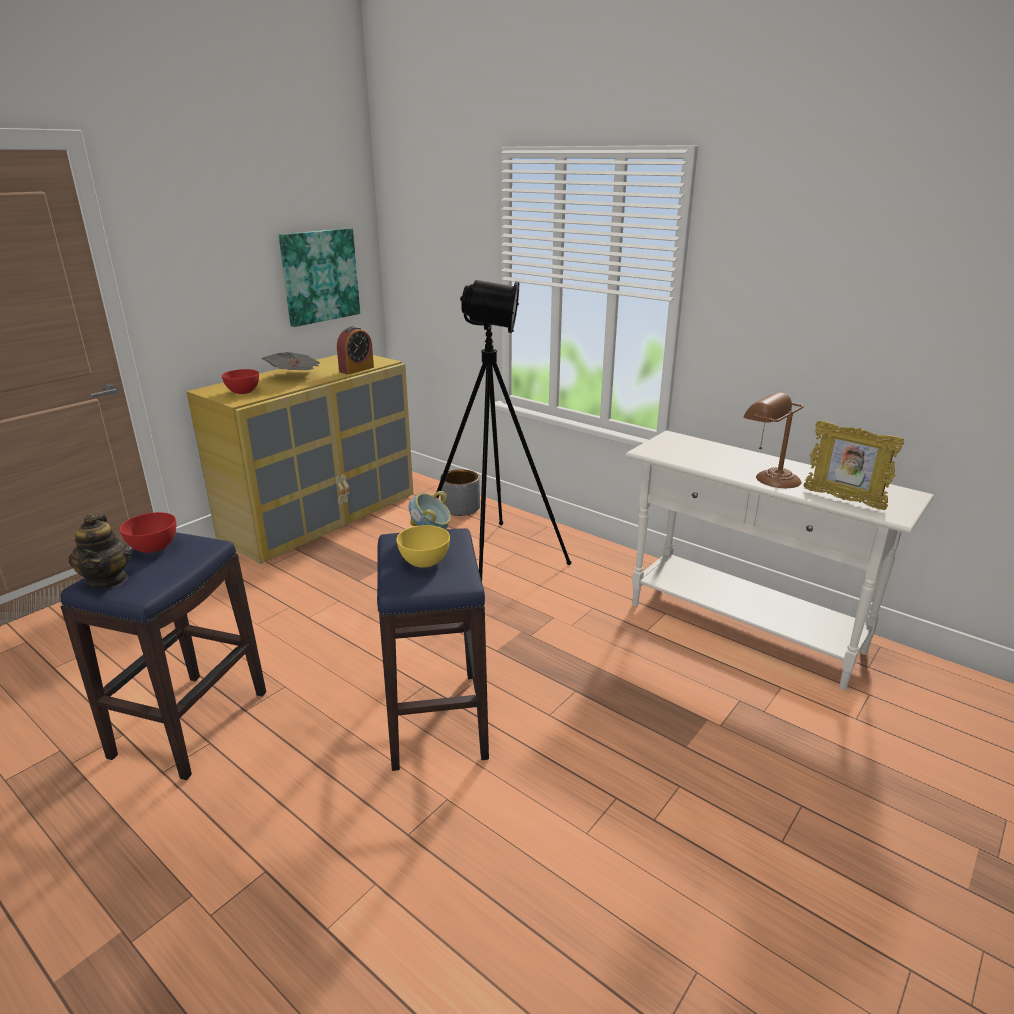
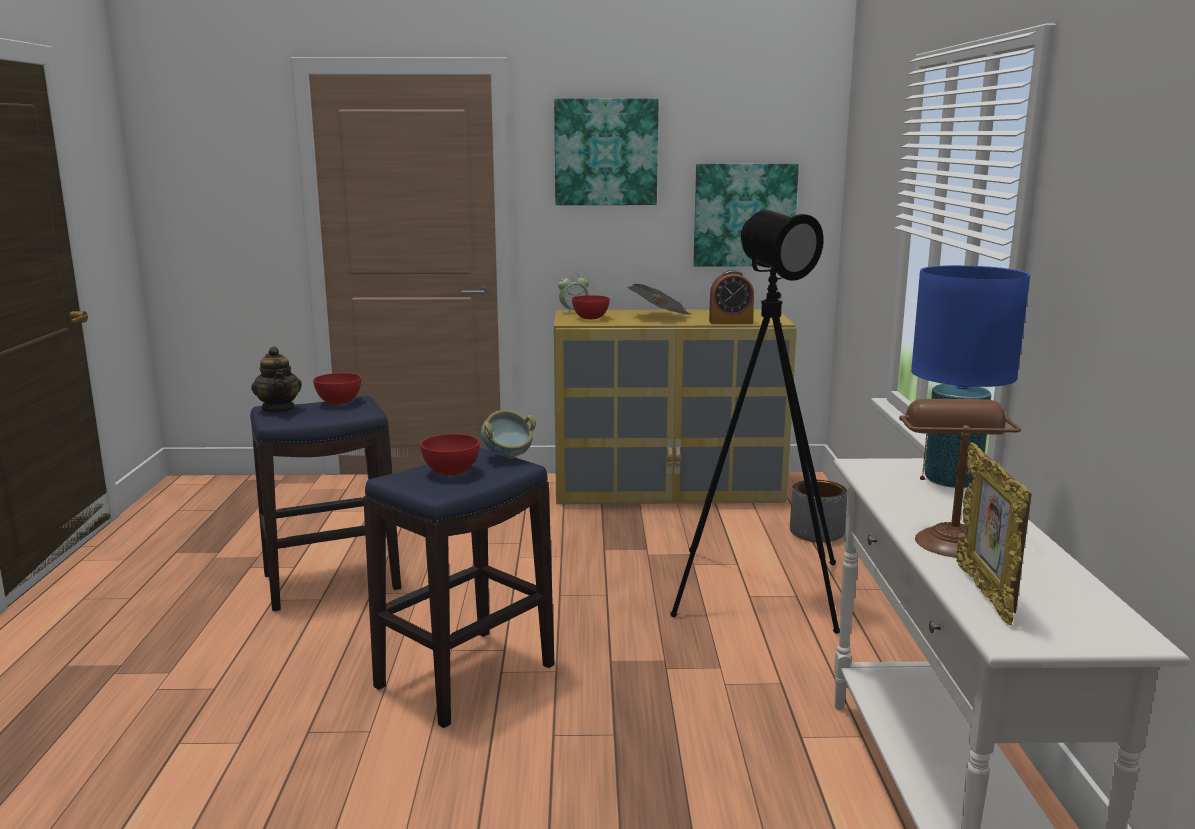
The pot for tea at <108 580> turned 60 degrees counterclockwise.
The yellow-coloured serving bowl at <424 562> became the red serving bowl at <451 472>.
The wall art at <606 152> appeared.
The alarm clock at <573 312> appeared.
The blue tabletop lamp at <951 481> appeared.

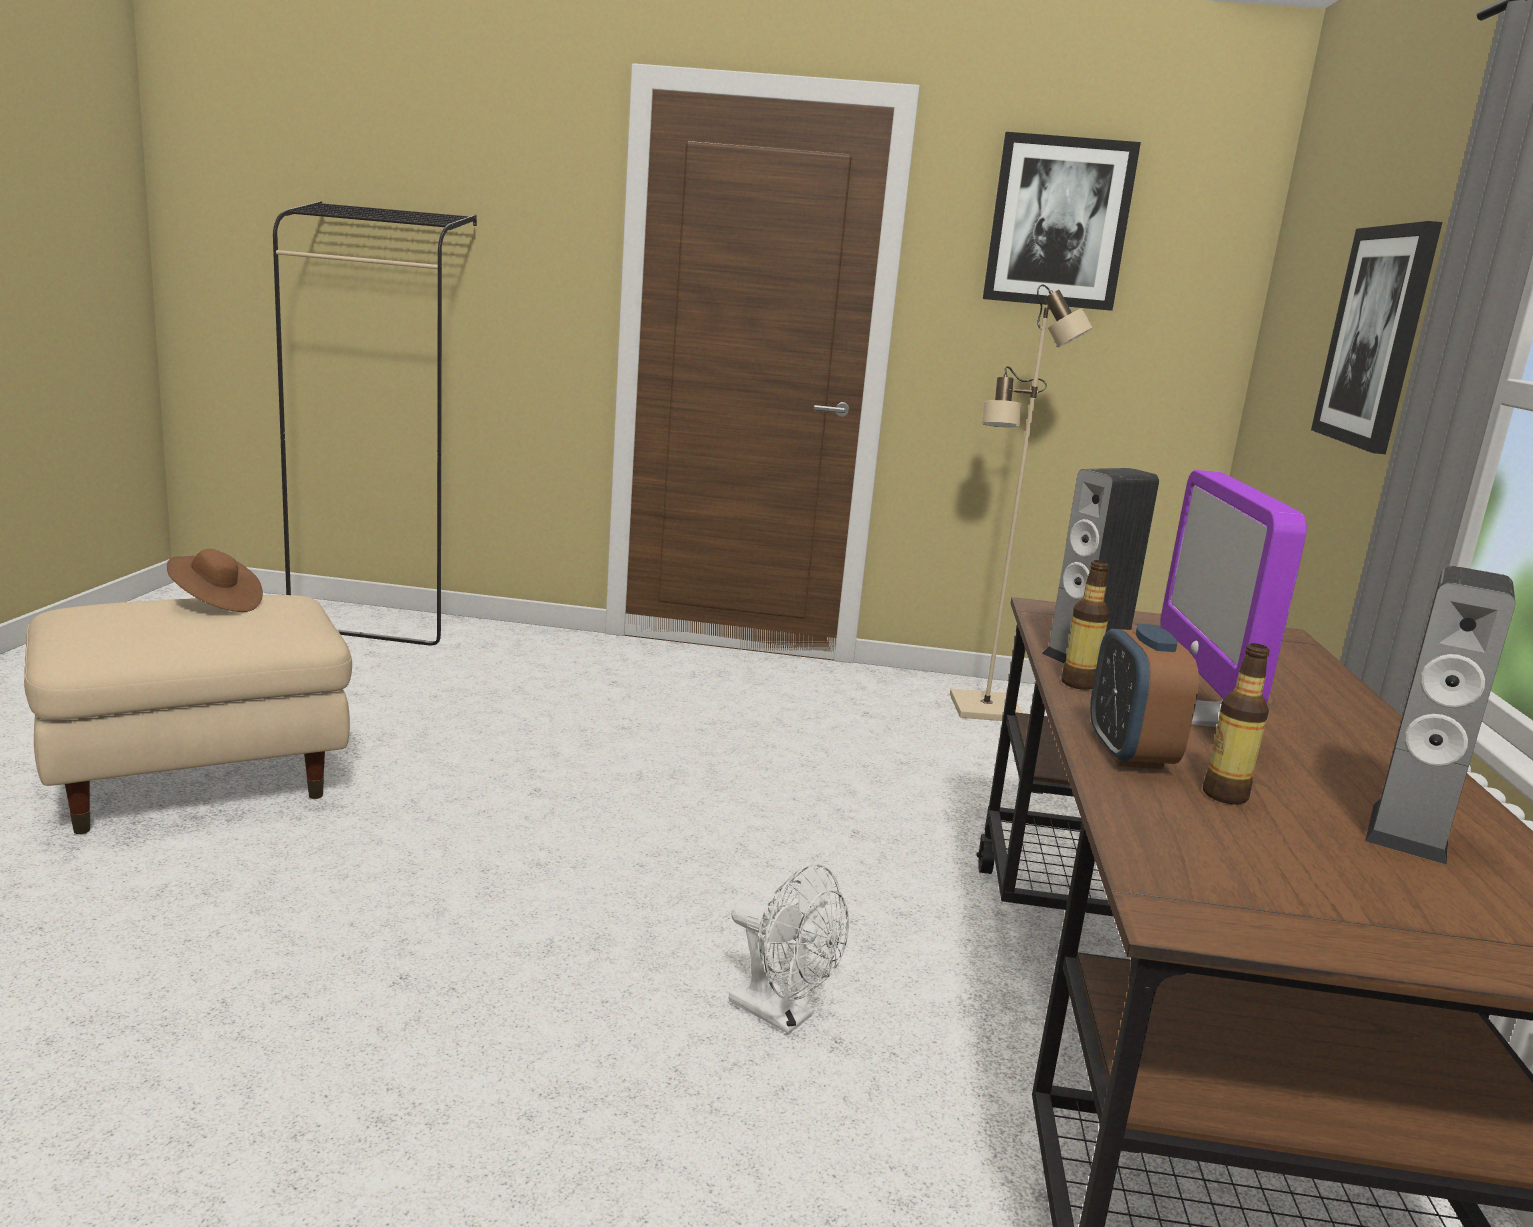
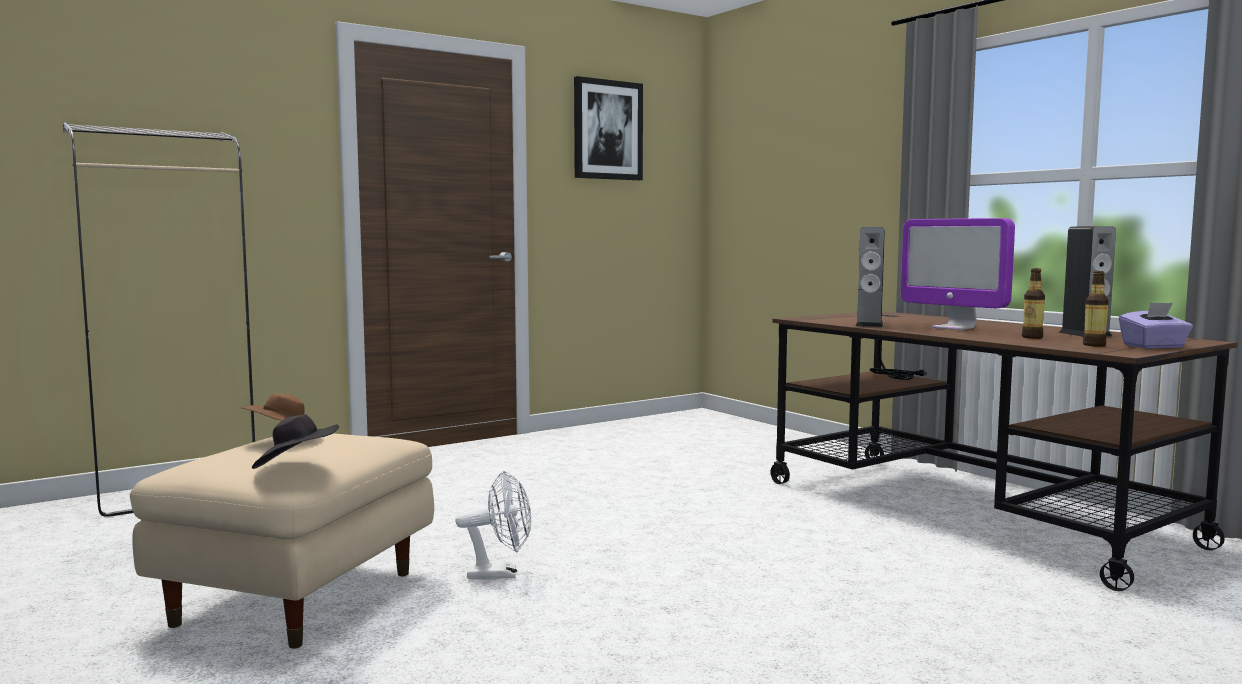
The black clothing hat at <297 468> appeared.
The white fan moved from <782 1014> to <500 573>.
The bottle moved from <1078 683> to <1094 345>.
The purple tissue box at <1154 346> appeared.
The sand-coloured standard lamp at <985 708> disappeared.
The alarm clock at <1129 753> disappeared.
The wall art at <1376 337> disappeared.

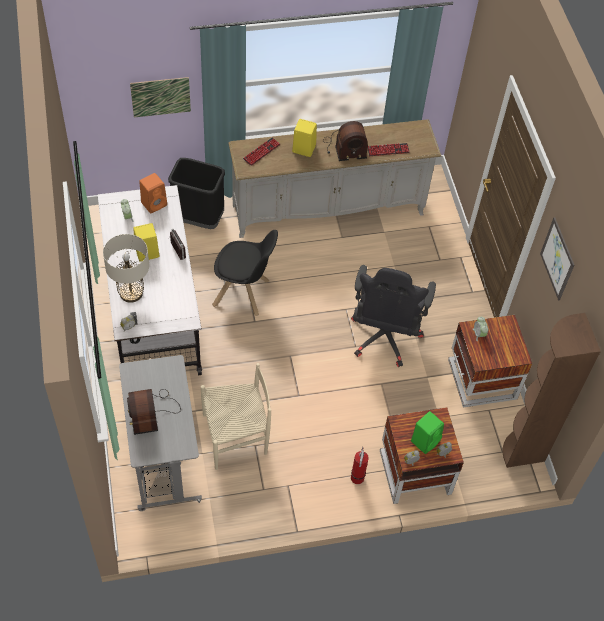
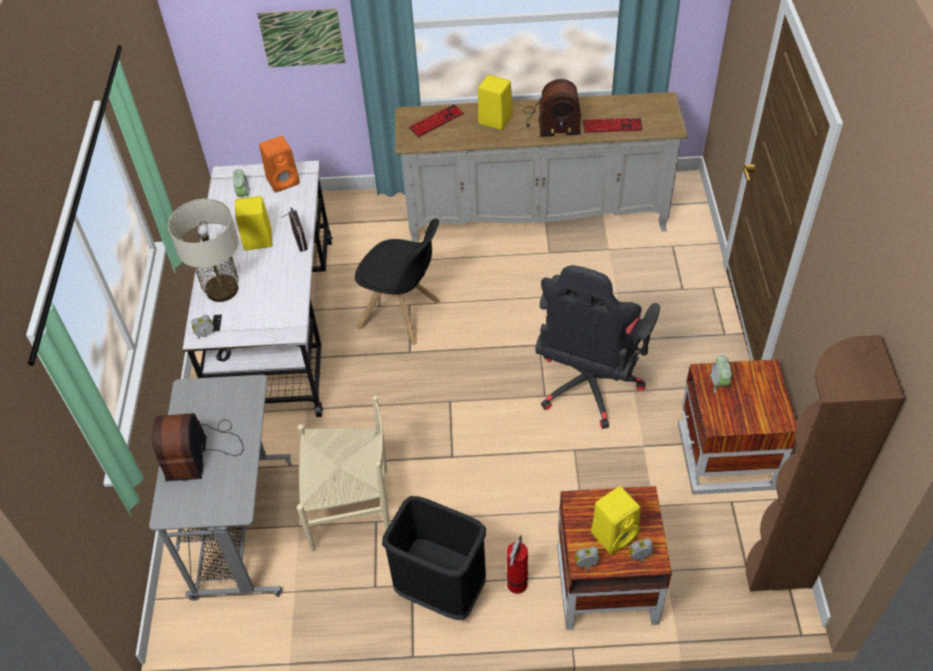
The black trash can moved from <198 219> to <440 591>.
The green loudspeaker at <425 440> became the yellow-coloured loudspeaker at <614 533>.
The wall art at <557 259> disappeared.

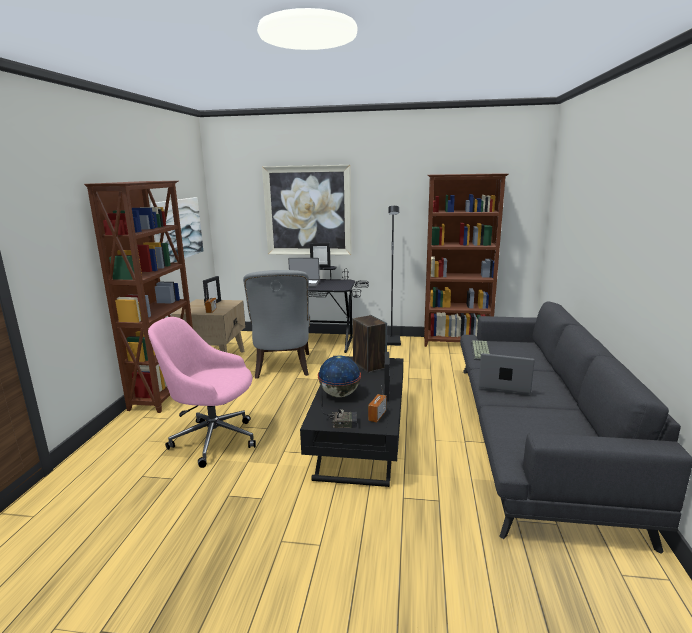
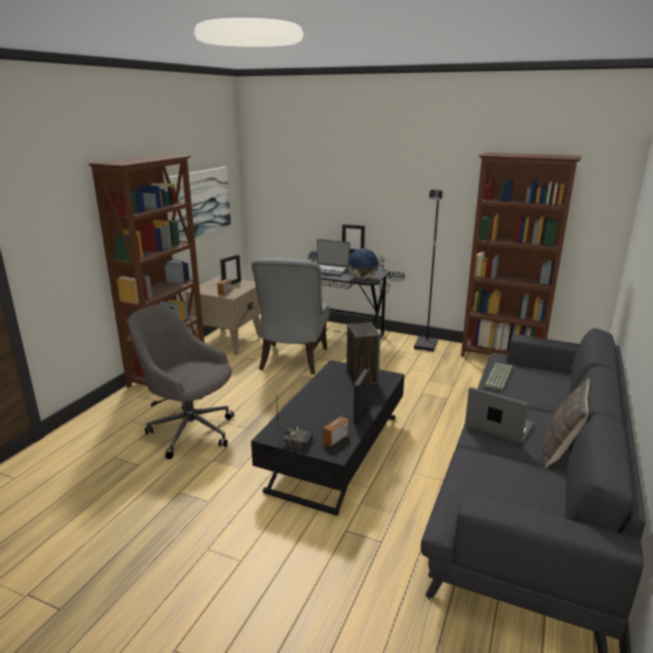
The pinkish office chair at <213 440> became the gray office chair at <190 432>.
The desk globe moved from <339 395> to <362 278>.
The pillow at <560 451> appeared.
The wall art at <308 211> disappeared.

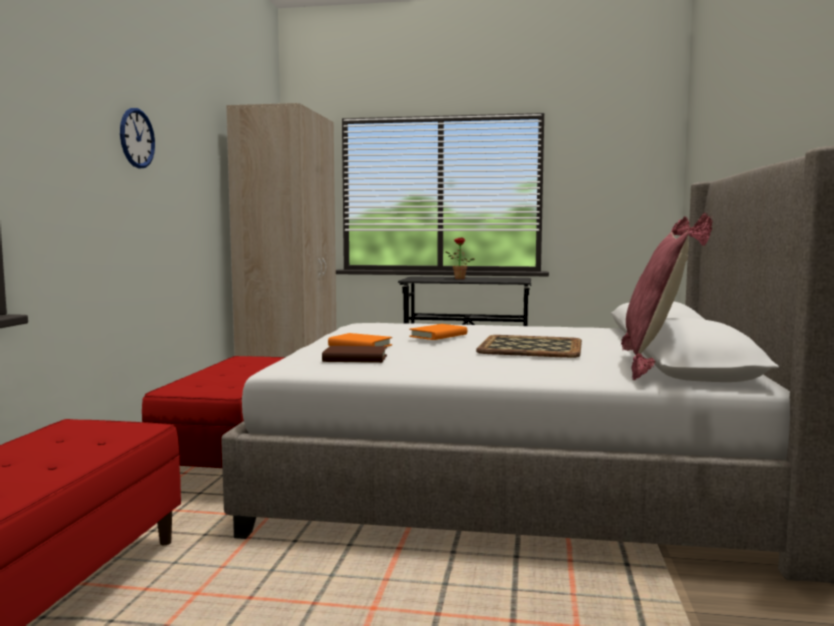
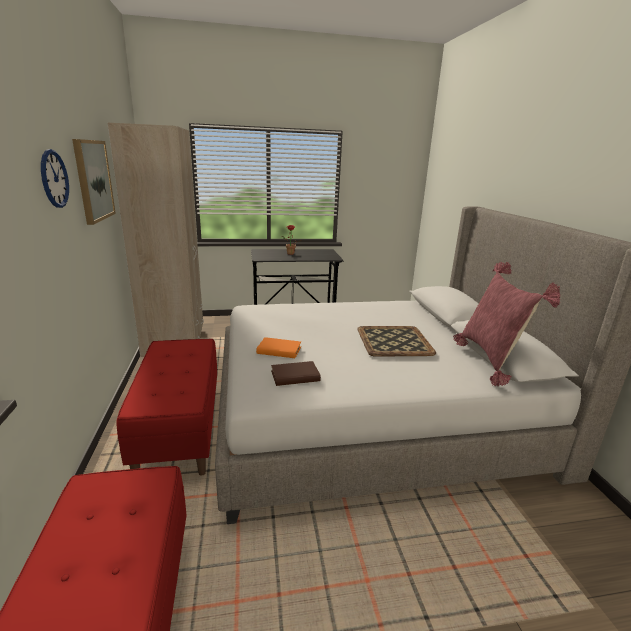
The wall art at <93 180> appeared.
The orange-coloured book at <438 335> disappeared.

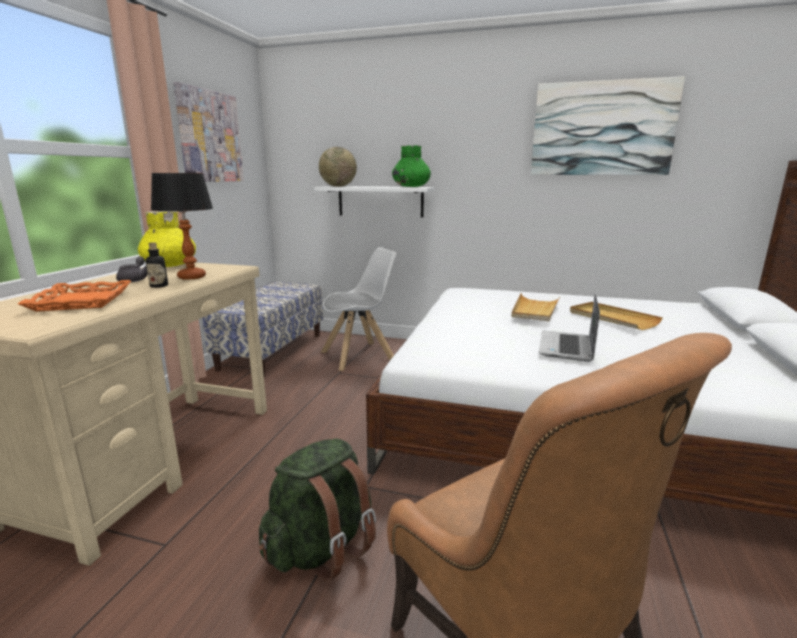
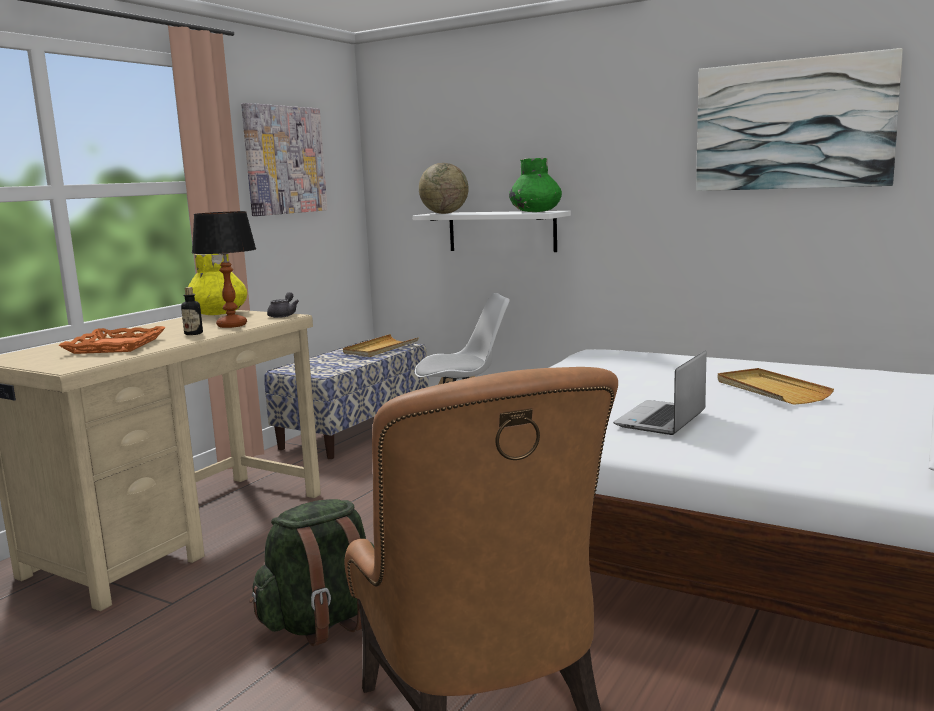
The gray pot for tea moved from <135 279> to <283 315>.
The sand-coloured tray moved from <534 310> to <380 348>.

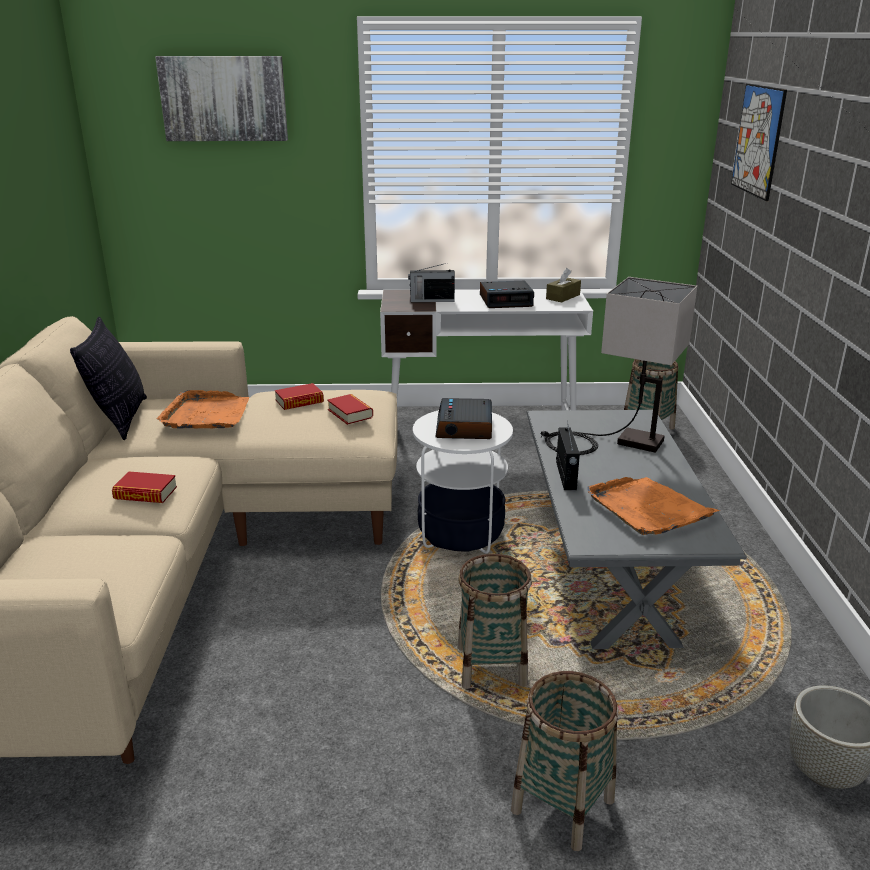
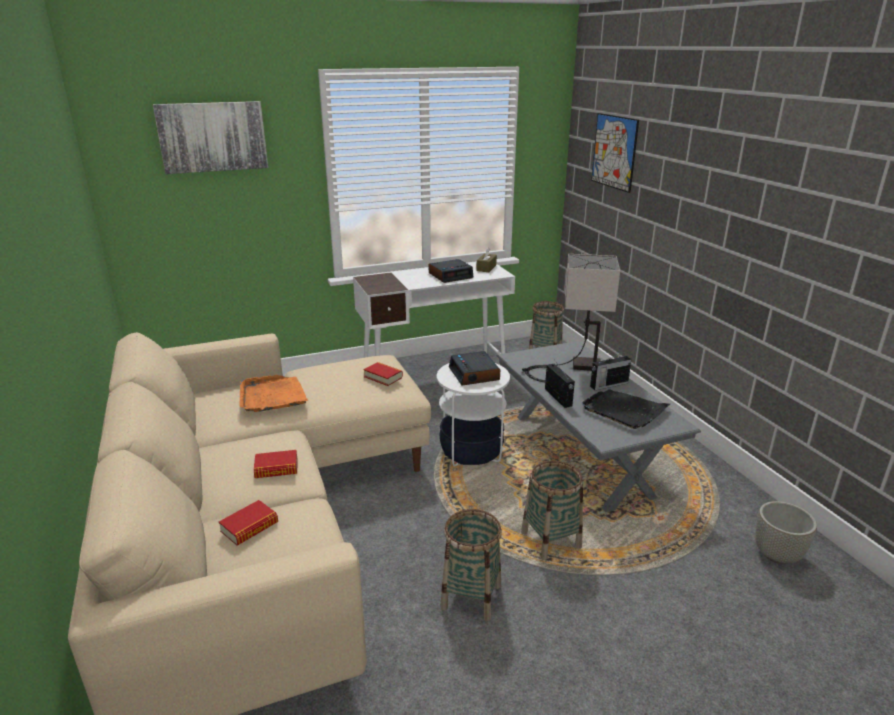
The book moved from <299 401> to <249 527>.
The household basket moved from <562 805> to <471 596>.
The orange-coloured tray at <648 509> became the black tray at <624 411>.
The radio moved from <431 300> to <608 385>.
The pillow at <120 419> disappeared.

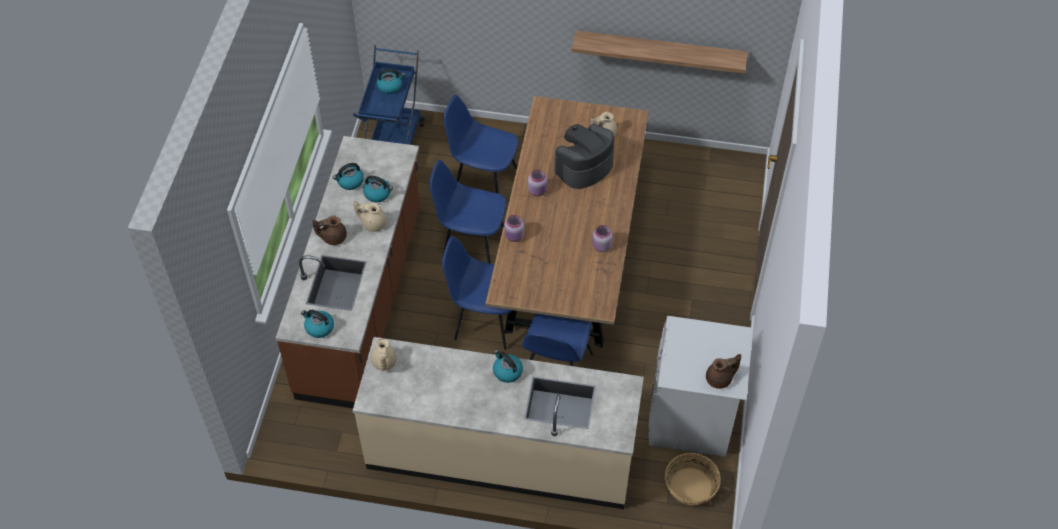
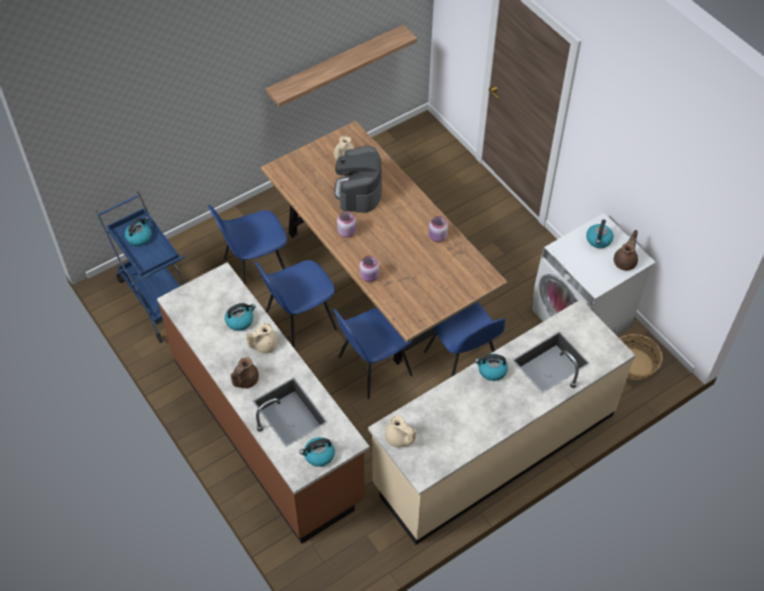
The kettle moved from <350 182> to <598 240>.

